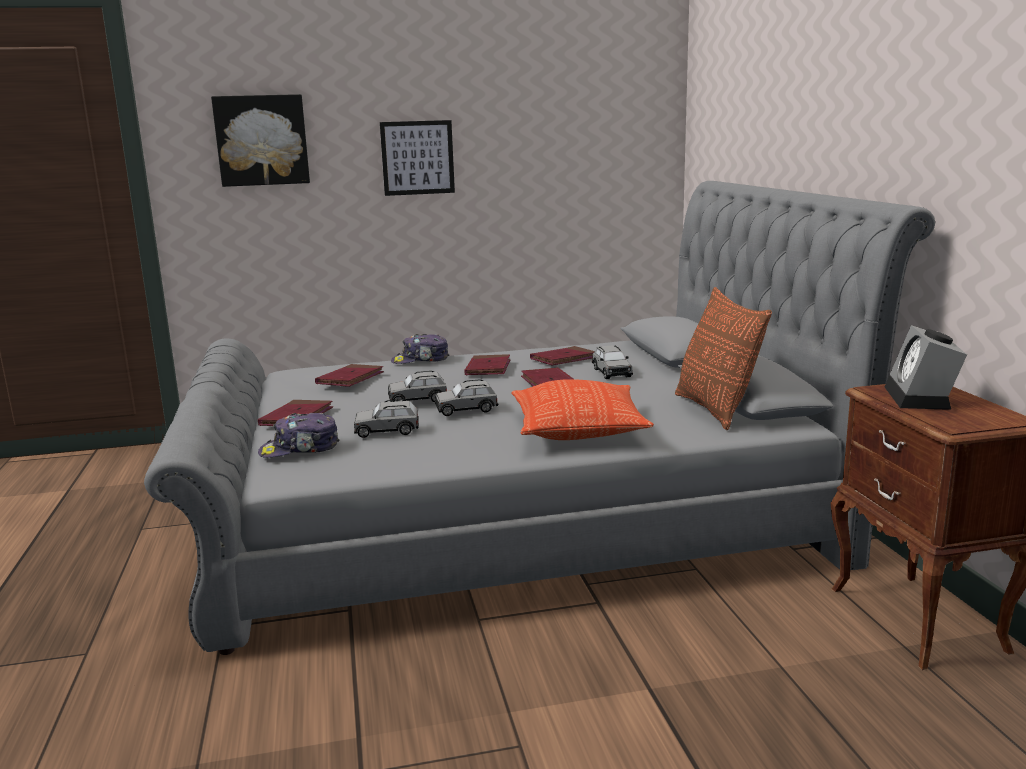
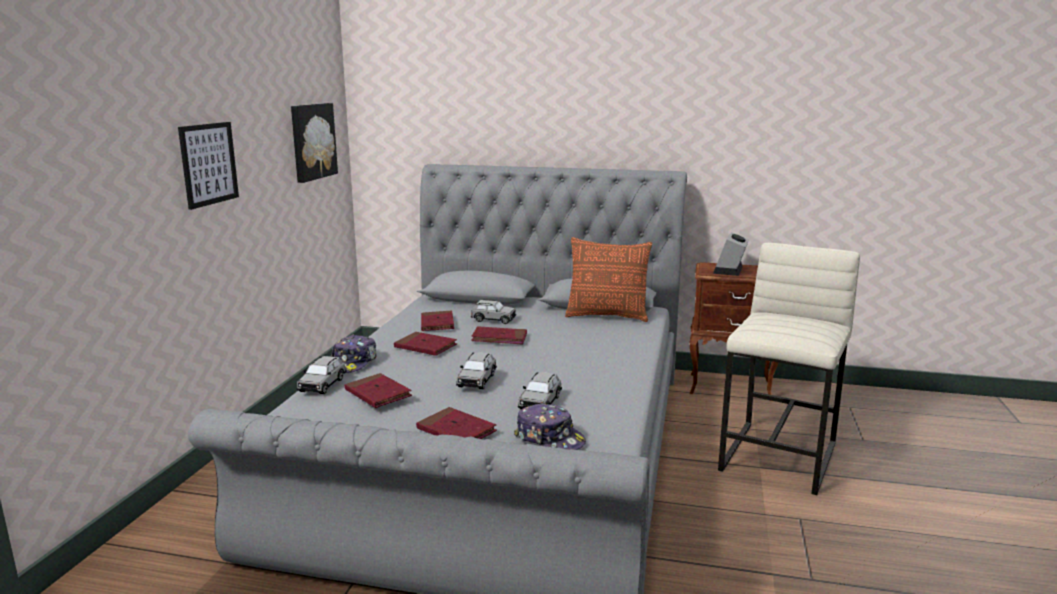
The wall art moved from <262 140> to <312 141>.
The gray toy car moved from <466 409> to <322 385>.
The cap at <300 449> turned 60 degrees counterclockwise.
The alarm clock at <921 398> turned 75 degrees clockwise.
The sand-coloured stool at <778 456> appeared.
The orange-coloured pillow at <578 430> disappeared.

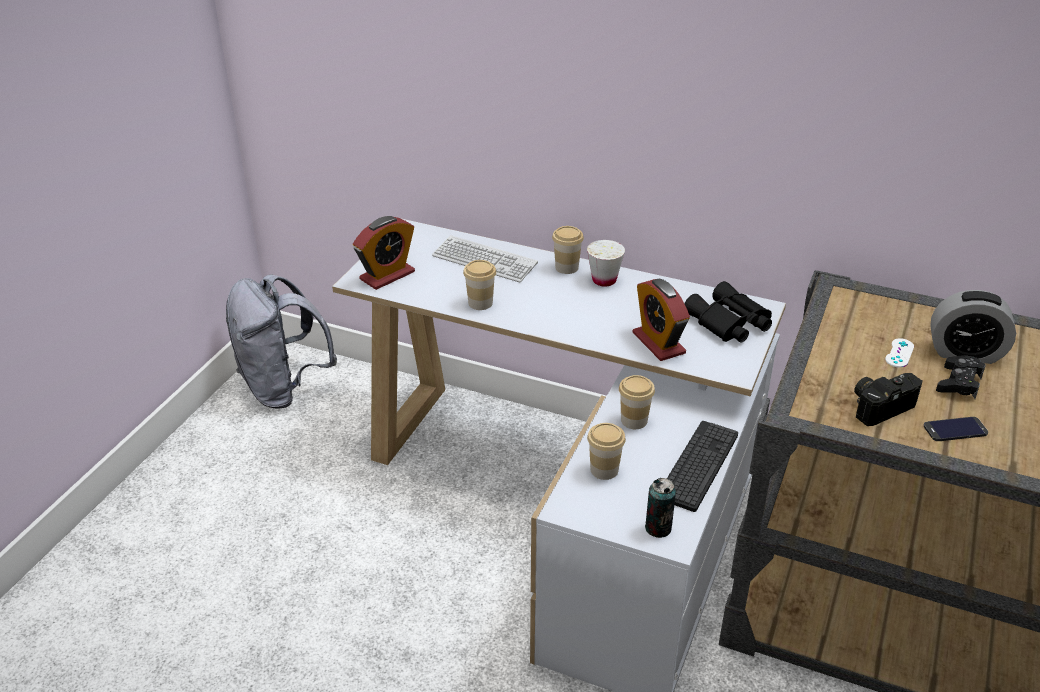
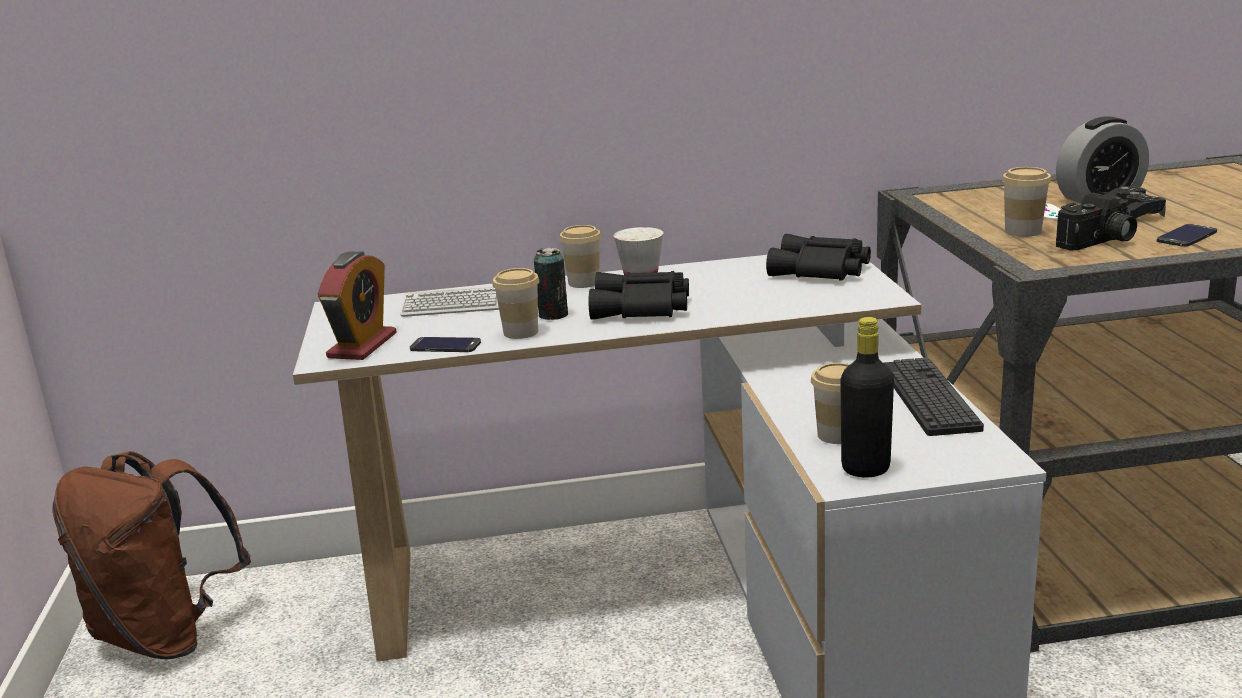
The gray backpack at <283 388> became the brown-coloured backpack at <167 635>.
The telephone at <445 346> appeared.
The can moved from <658 528> to <553 315>.
The black pair of binoculars at <642 309> appeared.
The black bottle at <865 469> appeared.
The small cup moved from <634 420> to <1023 231>.
The still camera at <880 406> turned 150 degrees counterclockwise.
The alarm clock at <658 343> disappeared.

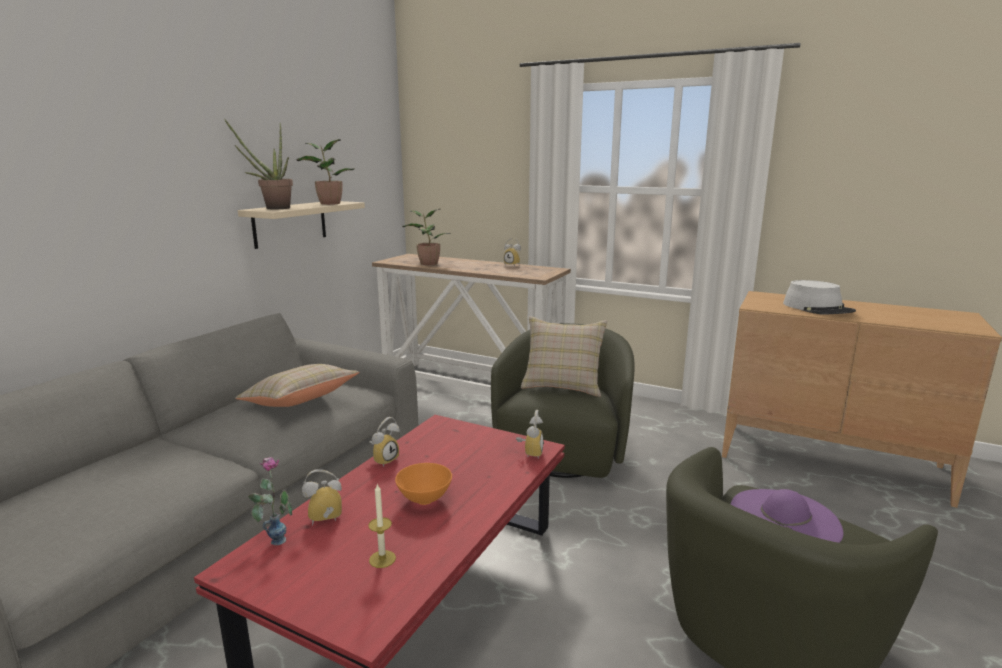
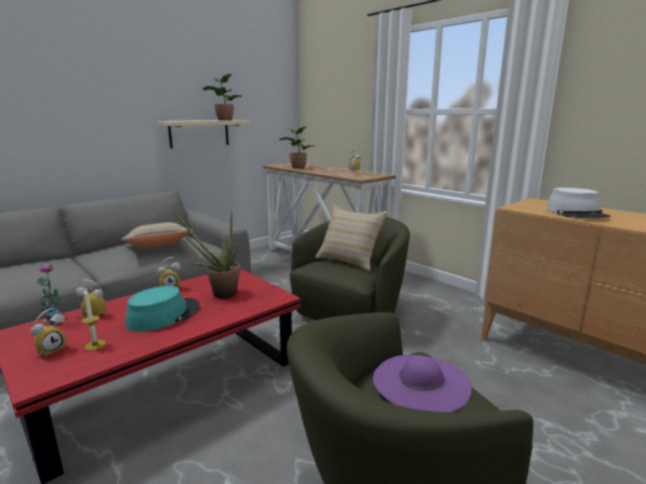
The alarm clock moved from <530 453> to <51 349>.
The orange-coloured serving bowl at <424 500> was replaced by the turquoise-coloured clothing hat at <163 315>.
The plant in a pot moved from <272 208> to <219 294>.

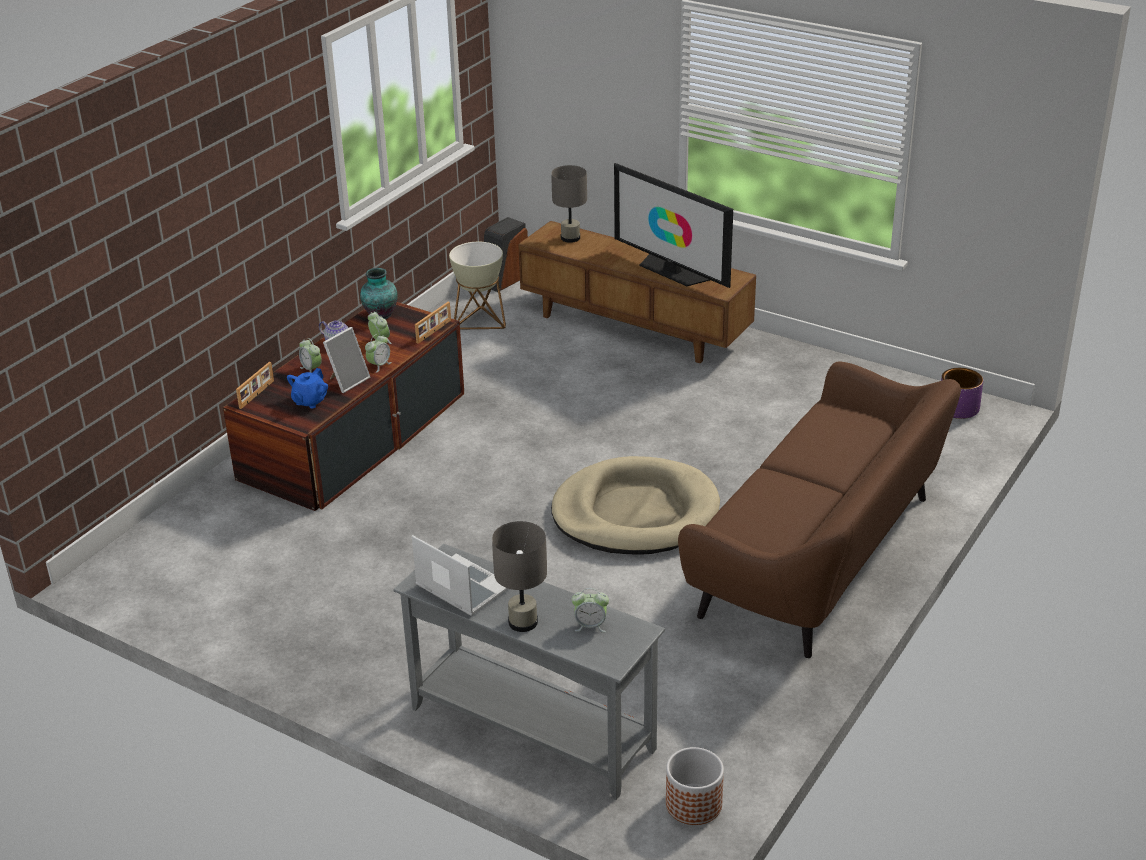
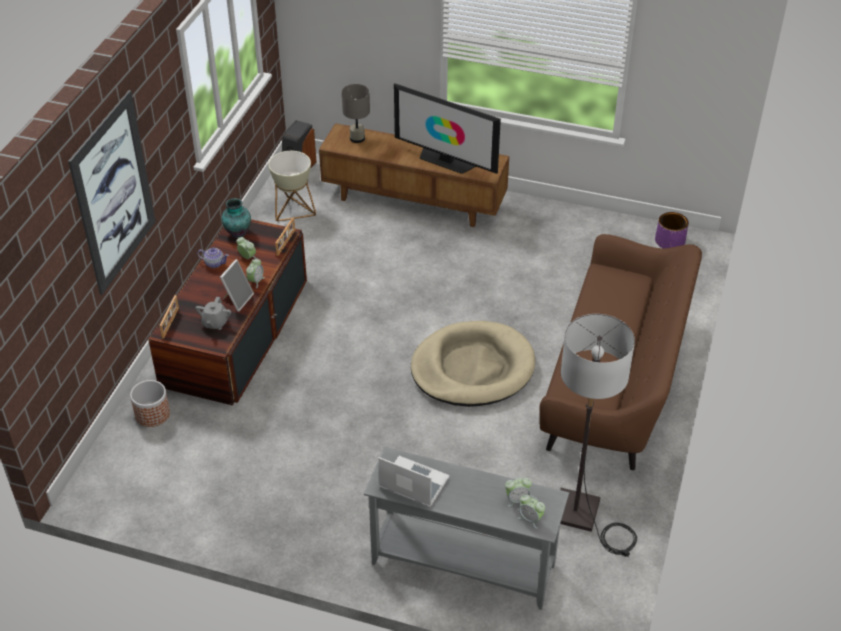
The wall art at <114 193> appeared.
The planter moved from <693 804> to <152 414>.
The blue pot for tea at <309 401> became the gray pot for tea at <215 323>.
The alarm clock moved from <311 369> to <530 519>.
The standard lamp at <588 520> appeared.
The gray tabletop lamp at <523 622> disappeared.

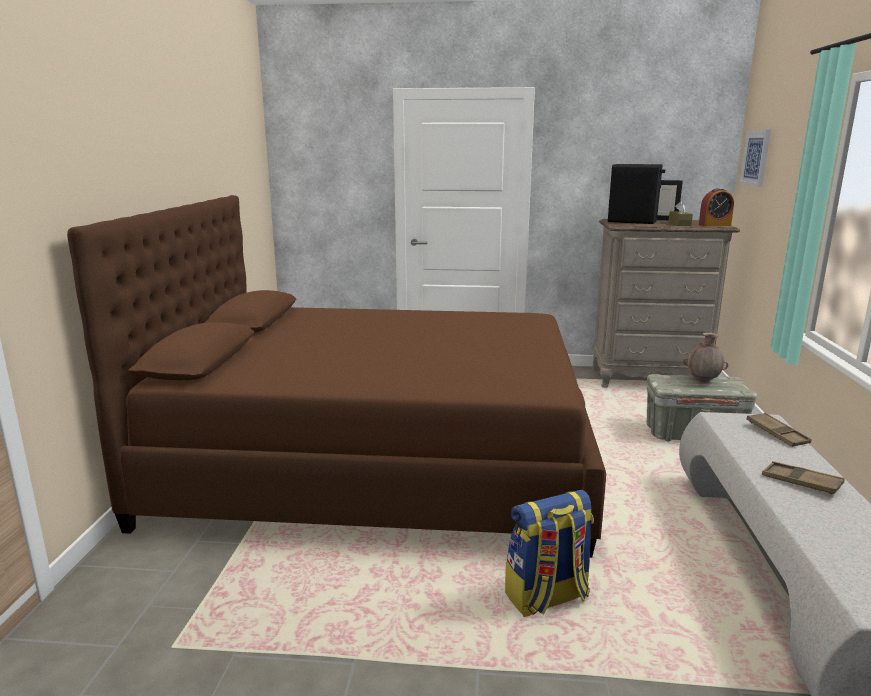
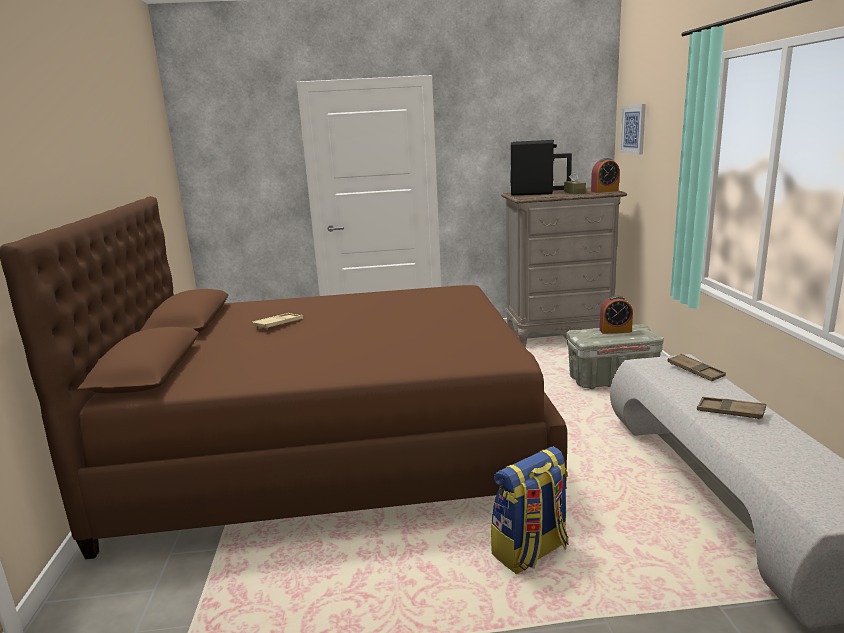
The sand-coloured tray at <278 324> appeared.
The brown-coloured vase at <703 380> was replaced by the alarm clock at <615 331>.

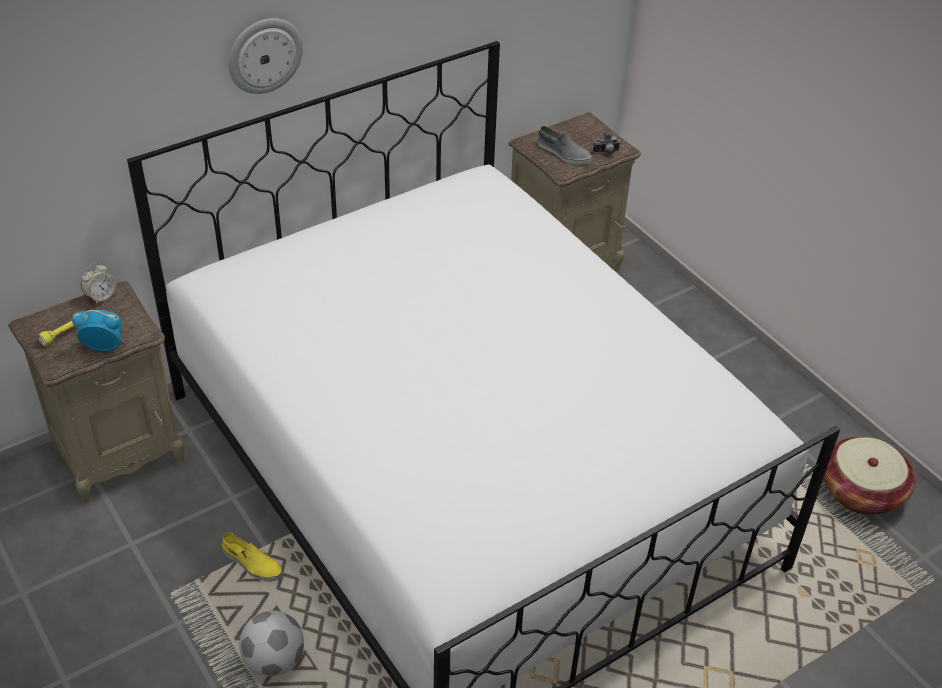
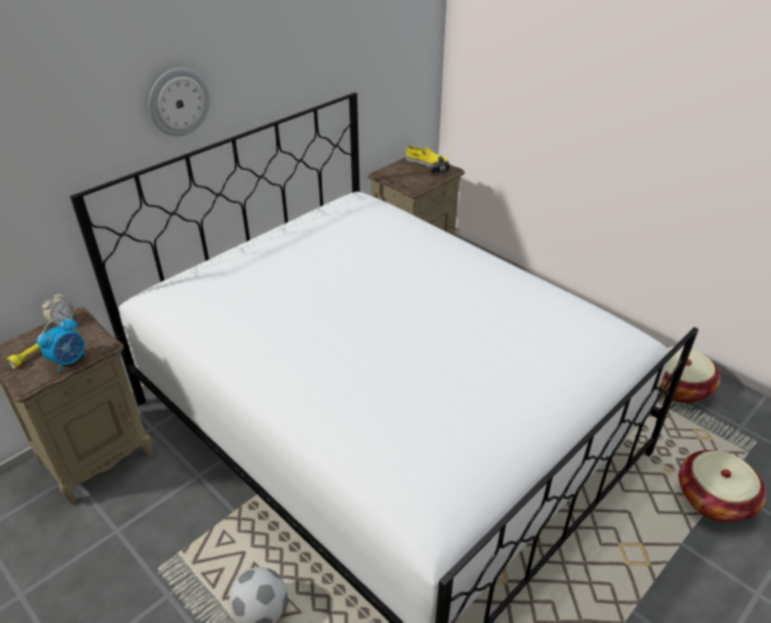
The alarm clock at <104 346> turned 135 degrees clockwise.
The yellow-coloured shoe moved from <252 563> to <426 162>.
The household basket at <714 499> appeared.
The gray shoe at <563 153> disappeared.

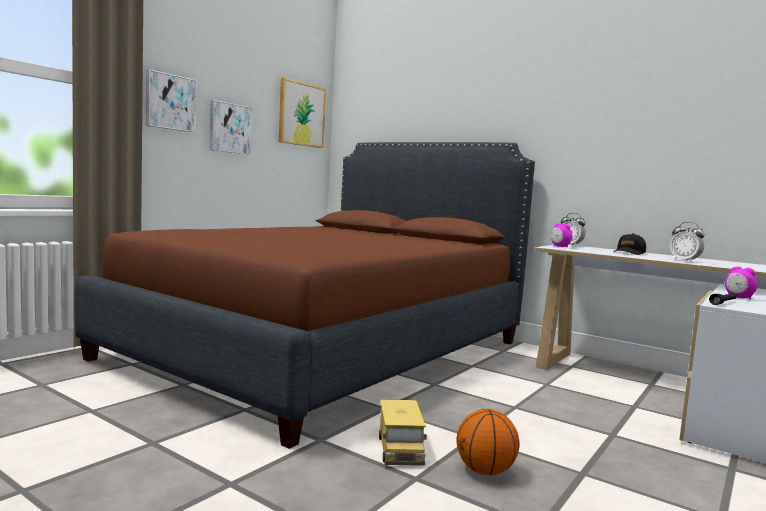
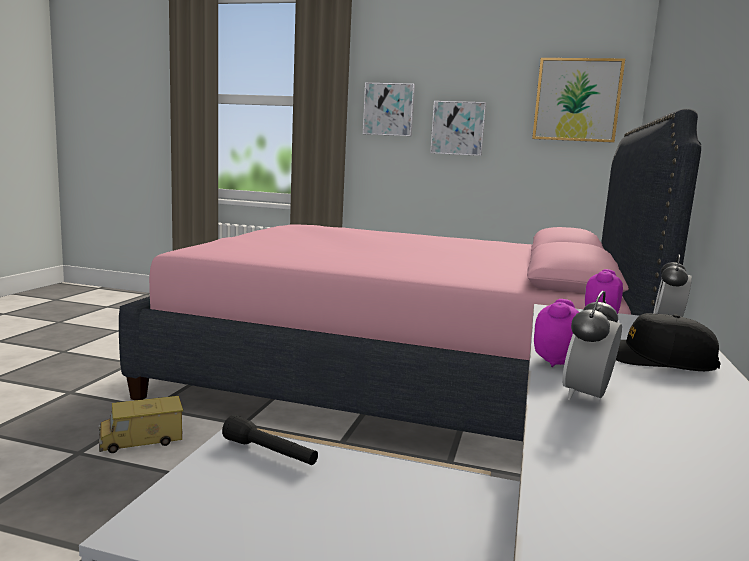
The brown-coloured bedroom bed at <327 350> became the pinkish bedroom bed at <400 379>.
The alarm clock moved from <739 297> to <554 362>.
The basketball at <485 471> disappeared.

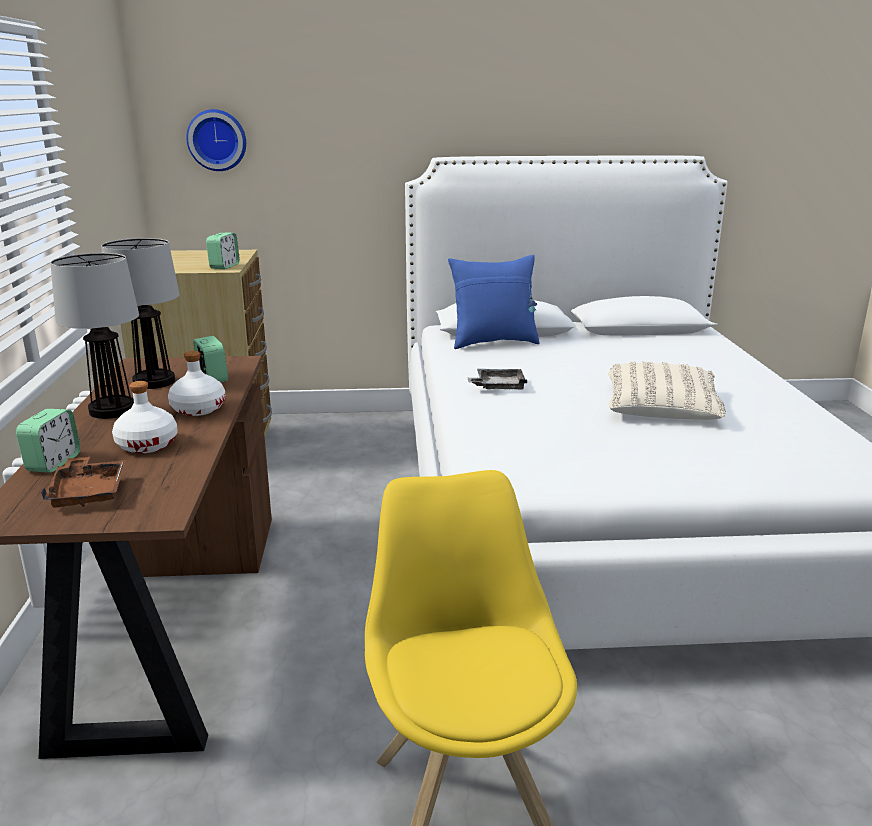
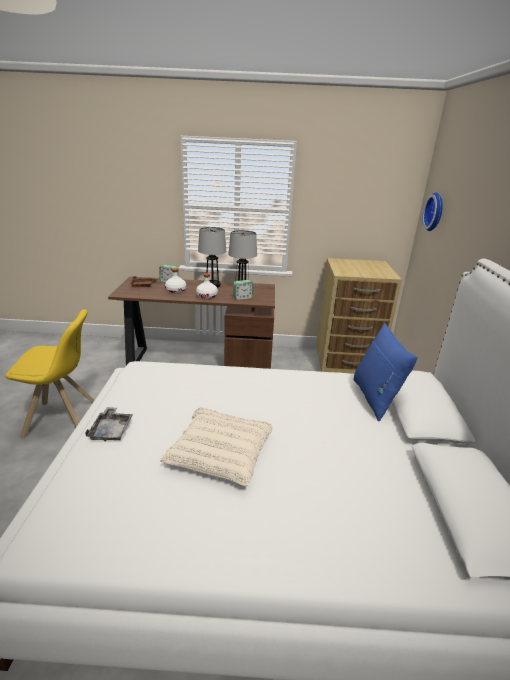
The gray tray moved from <498 386> to <111 430>.
The alarm clock at <224 266> disappeared.

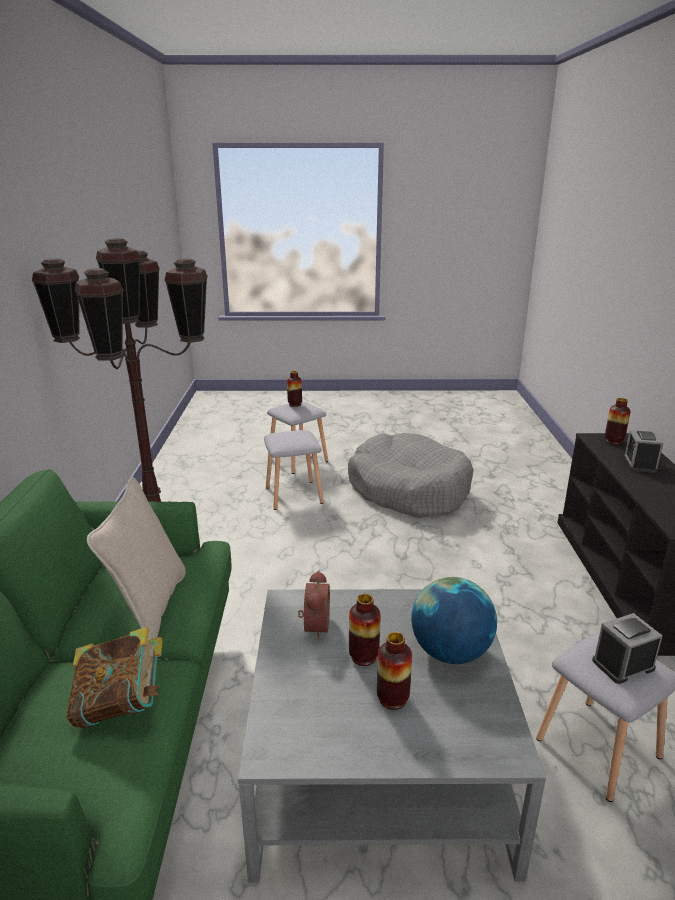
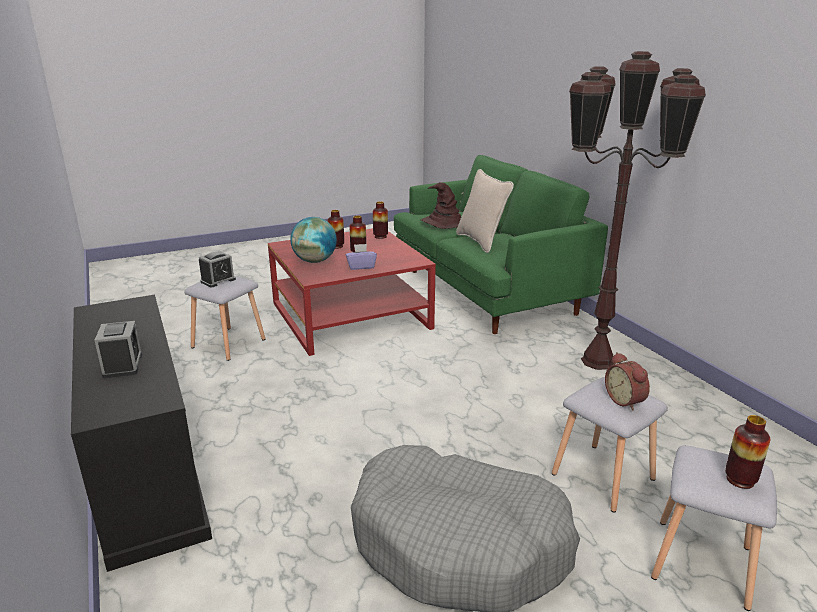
The gray lounge table at <378 761> became the red lounge table at <350 315>.
The purple tissue box at <361 266> appeared.
The vase moved from <613 441> to <380 236>.
The book at <121 705> was replaced by the brown-coloured clothing hat at <443 223>.
The alarm clock moved from <314 626> to <626 400>.

